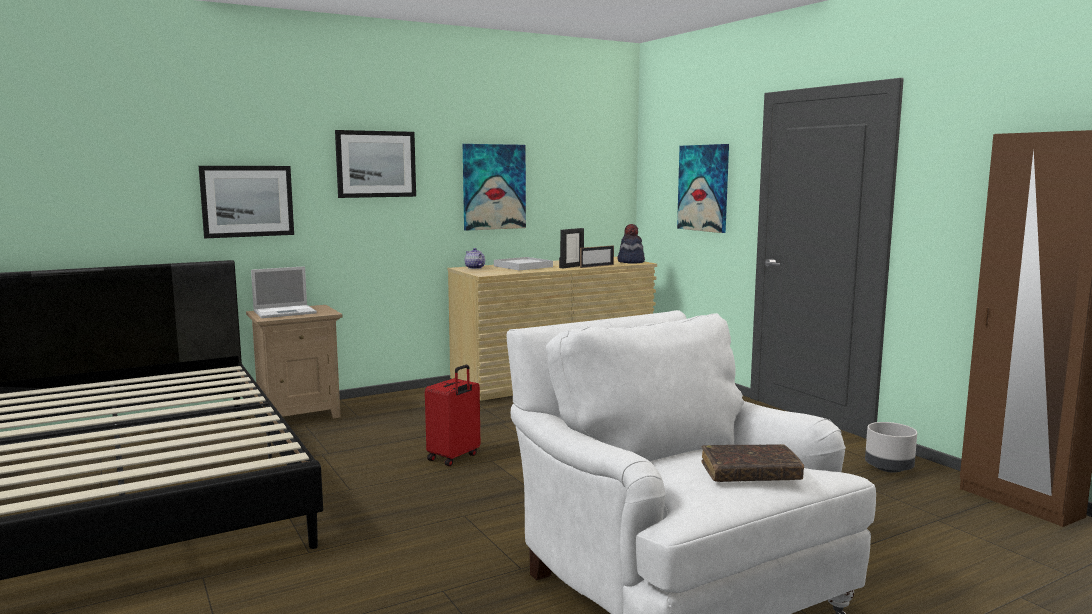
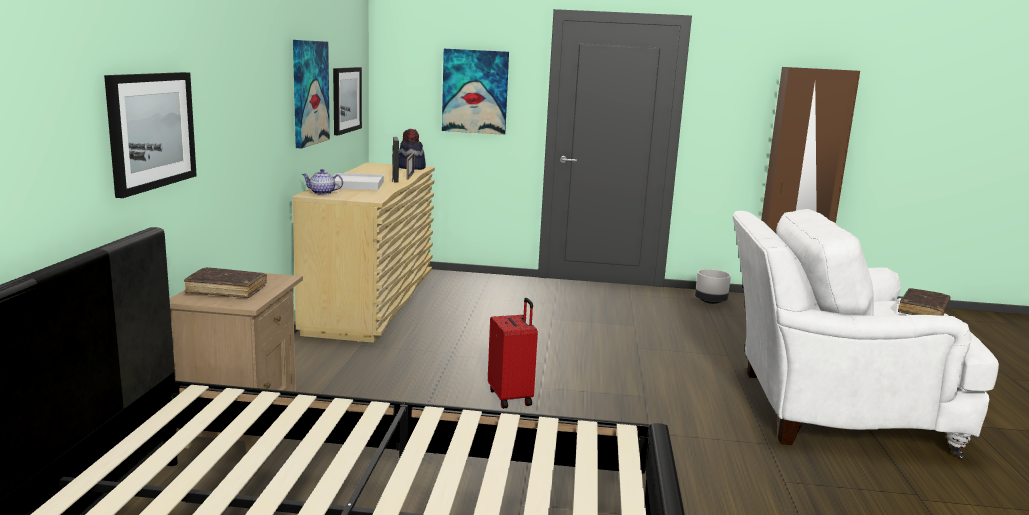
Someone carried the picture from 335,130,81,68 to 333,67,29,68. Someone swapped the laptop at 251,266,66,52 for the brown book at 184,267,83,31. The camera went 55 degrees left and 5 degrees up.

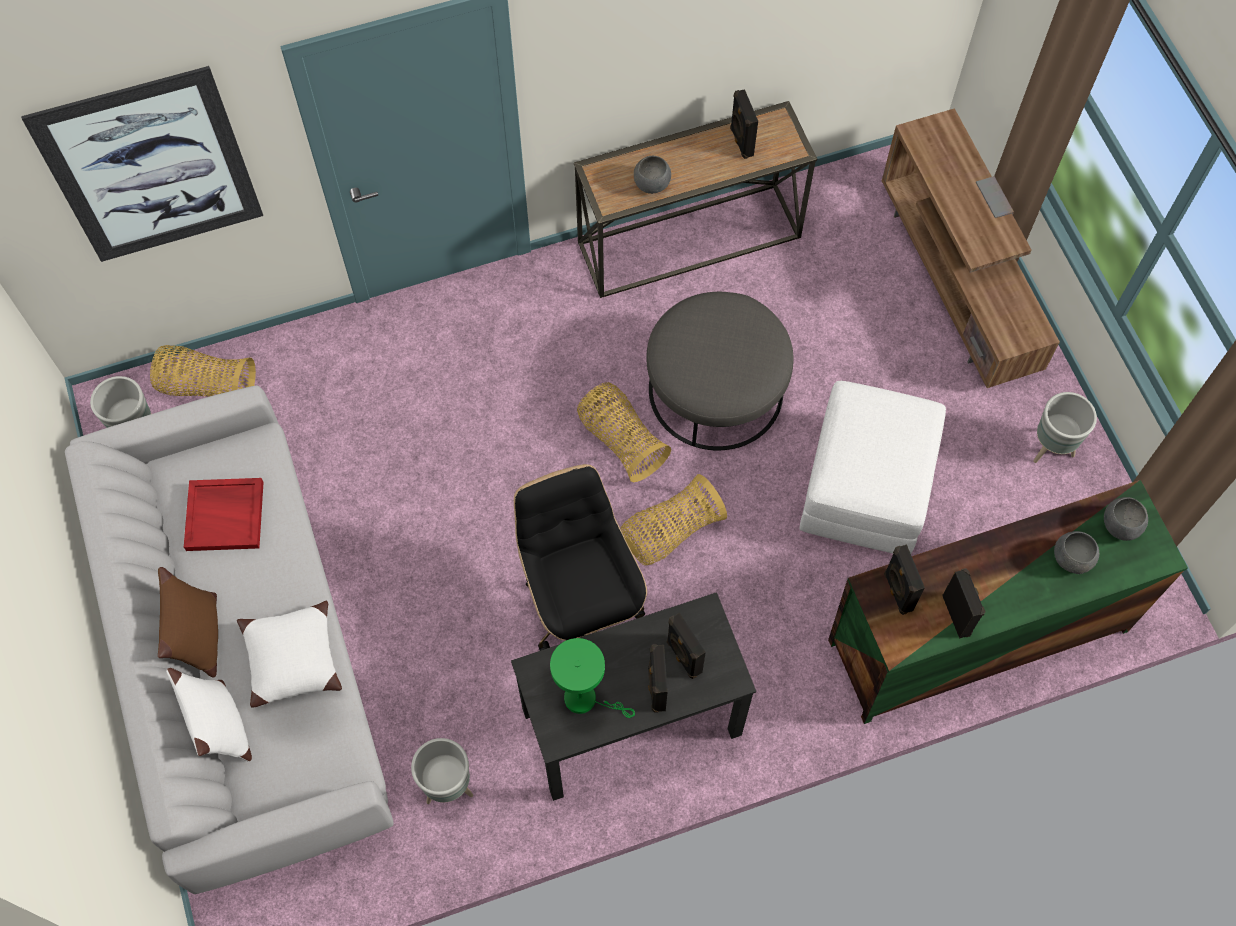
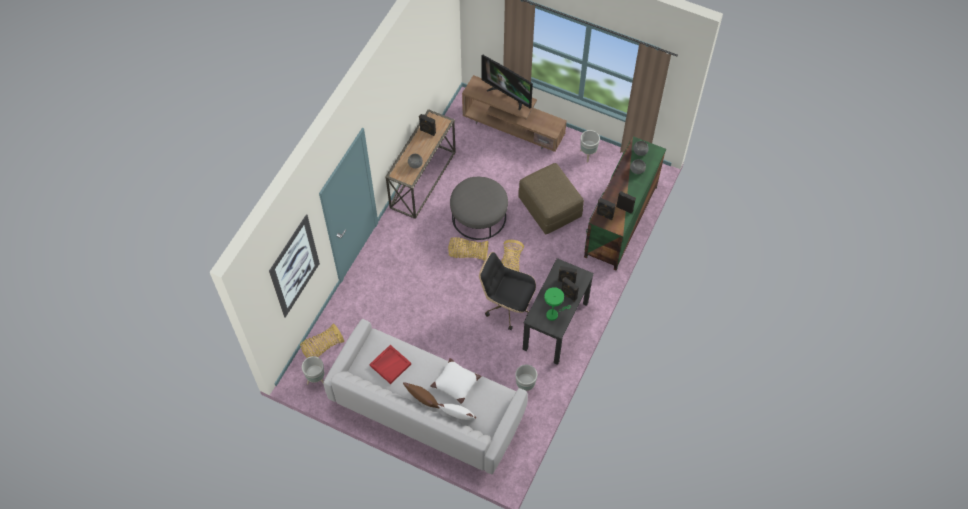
Someone repainted the white ottoman at 800,381,146,173, which became the brown ottoman at 518,163,66,72. Someone put down the television at 481,54,52,56. The camera went 45 degrees left and 5 degrees down.

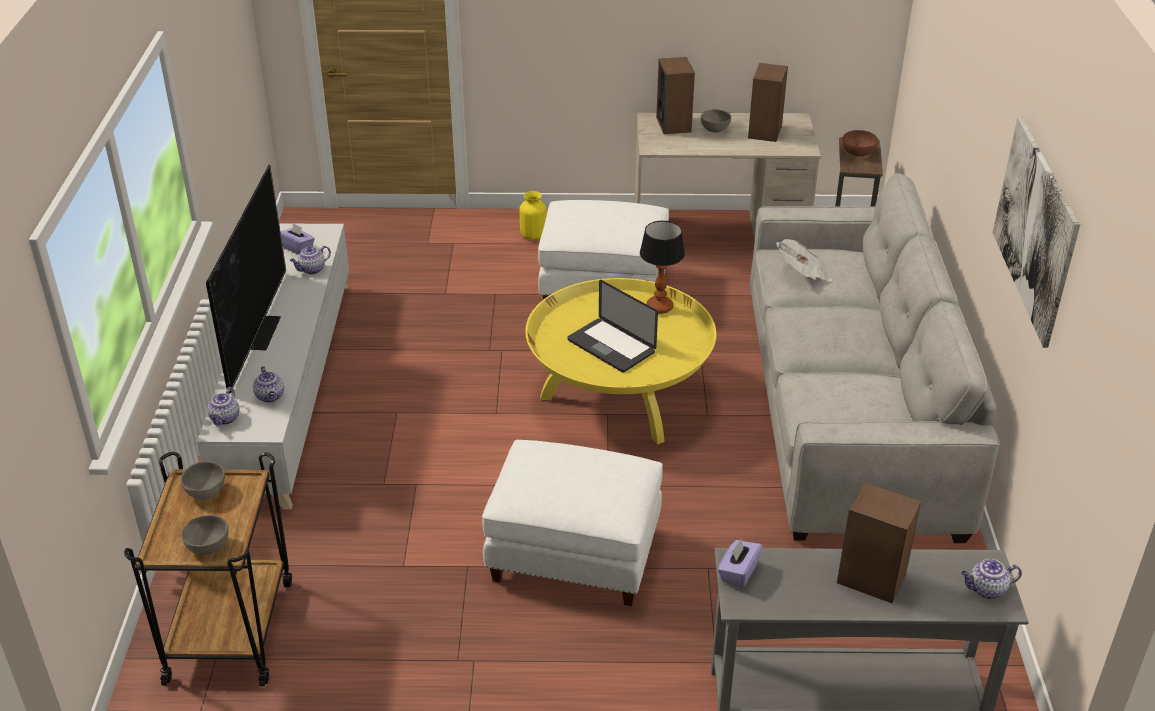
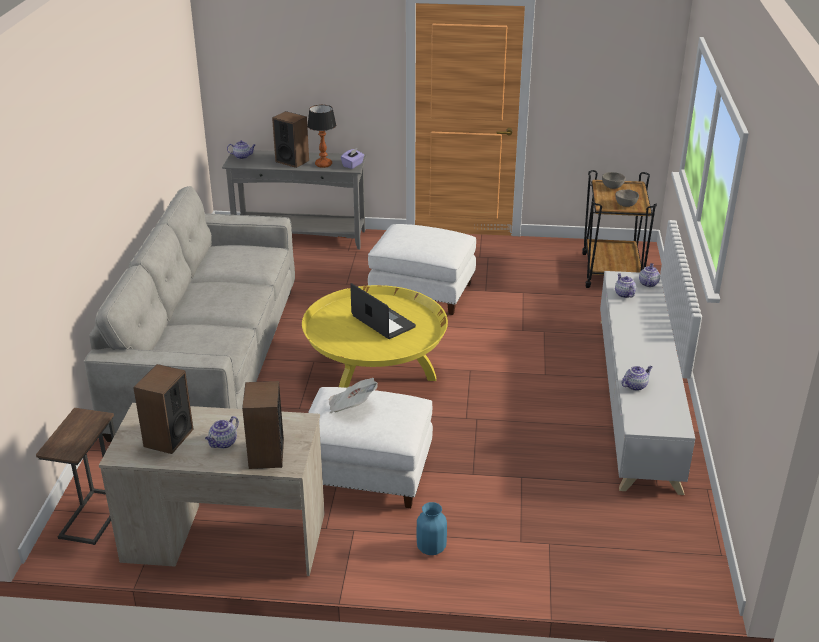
Someone swapped the grey bowl at 701,109,30,23 for the teapot at 205,416,34,33. Someone took away the picture at 992,117,88,231. Someone took away the brown bowl at 842,130,36,26. Someone took away the television at 206,165,80,228. Someone repainted the yellow vase at 520,191,27,49, which became the blue vase at 417,502,30,53. Someone carried the table lamp from 640,221,45,93 to 307,105,29,63. Someone took away the purple tissue box at 280,223,35,32. Someone carried the newspaper from 776,239,56,42 to 329,378,49,35. The camera went 175 degrees left and 5 degrees down.

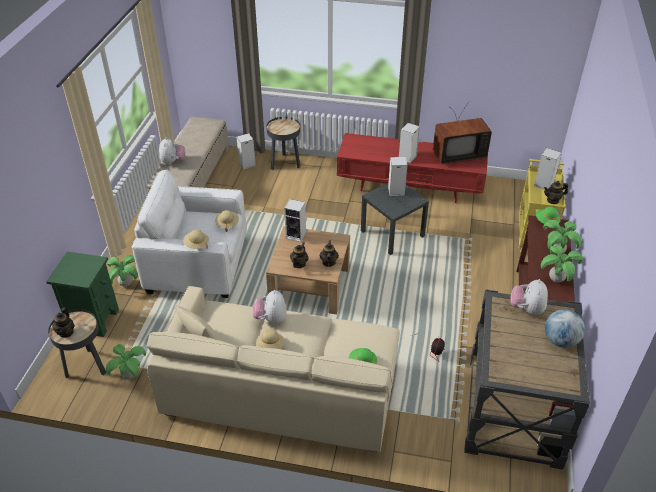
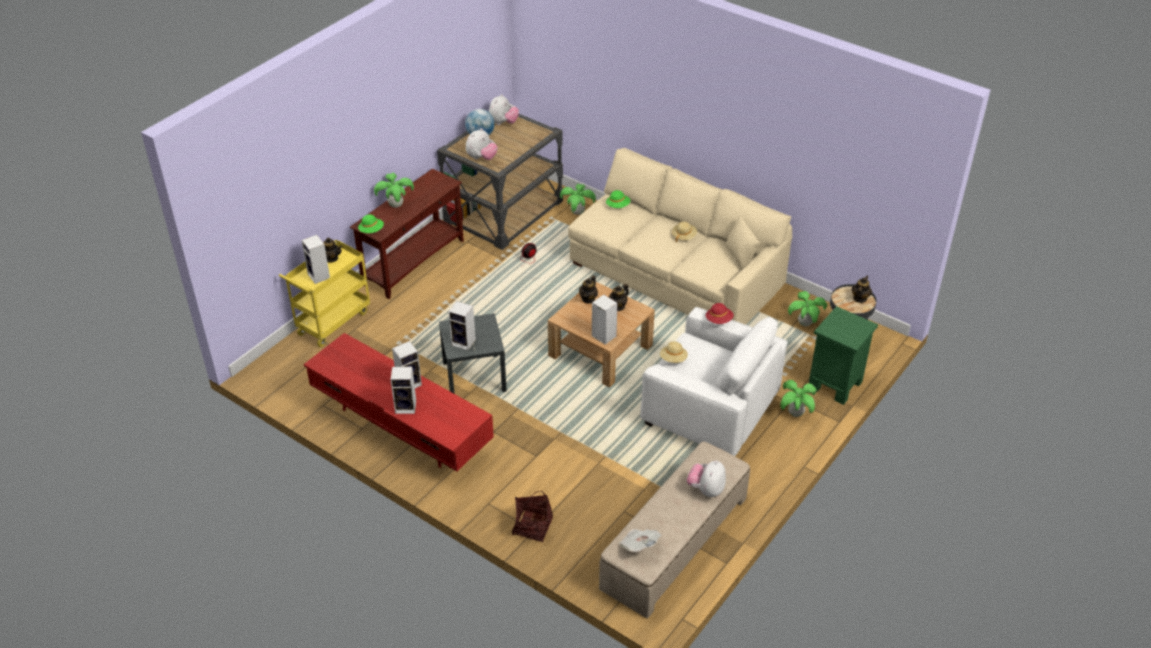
Someone took away the television at 433,102,59,62. Someone swapped the black side table at 266,117,34,53 for the basket at 512,491,41,52. Someone carried the speaker from 236,133,20,37 to 391,367,25,47. Someone repainted the beige hat at 183,230,26,19, which became the red hat at 706,303,28,21. Someone carried the potted plant from 541,245,42,38 to 560,184,36,31. Someone carried the plush toy from 253,290,34,34 to 489,94,30,31. Someone put down the newspaper at 619,529,42,23. The camera went 155 degrees left and 0 degrees up.

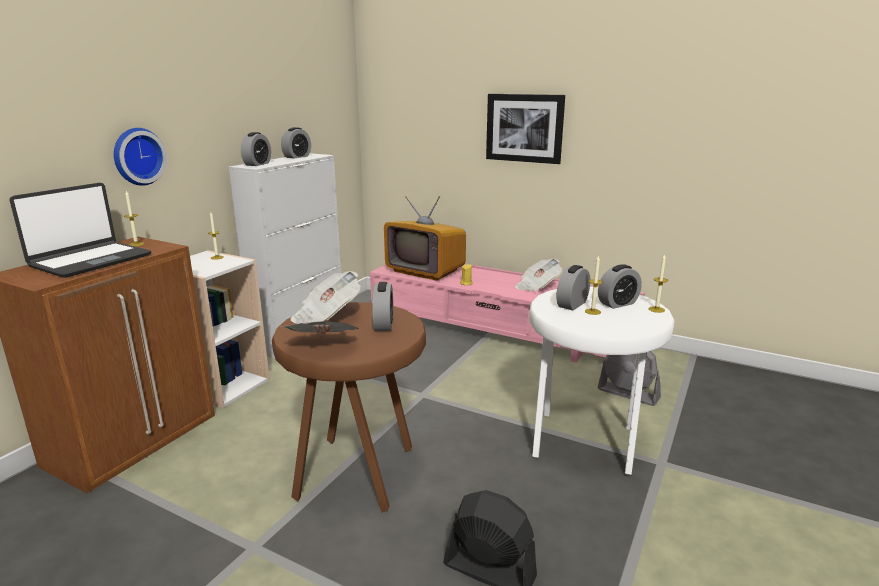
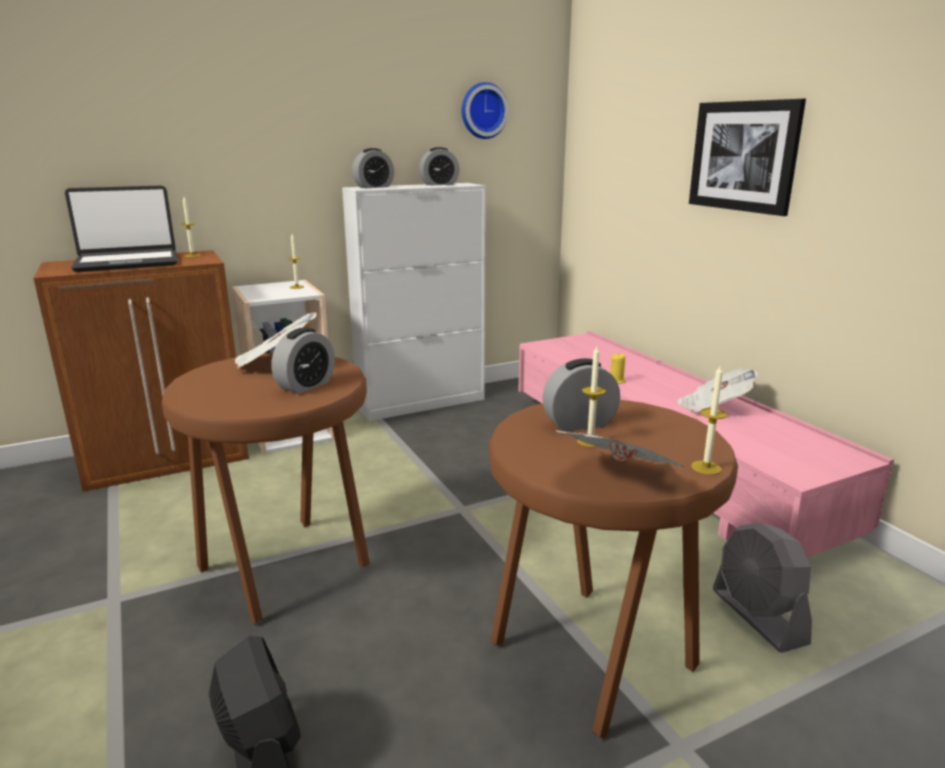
Someone carried the wall clock from 114,128,53,58 to 462,82,47,57. Someone took away the television at 384,196,82,85. Someone took away the alarm clock at 598,264,44,45. Someone repainted the white stool at 529,287,146,188, which became the brown stool at 489,400,249,338. Someone carried the newspaper from 281,322,78,13 to 555,430,129,37. The camera went 35 degrees right and 0 degrees up.

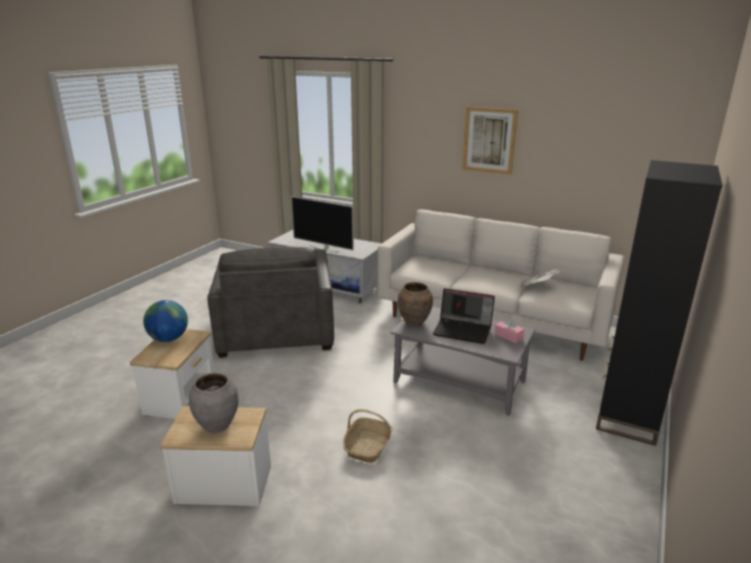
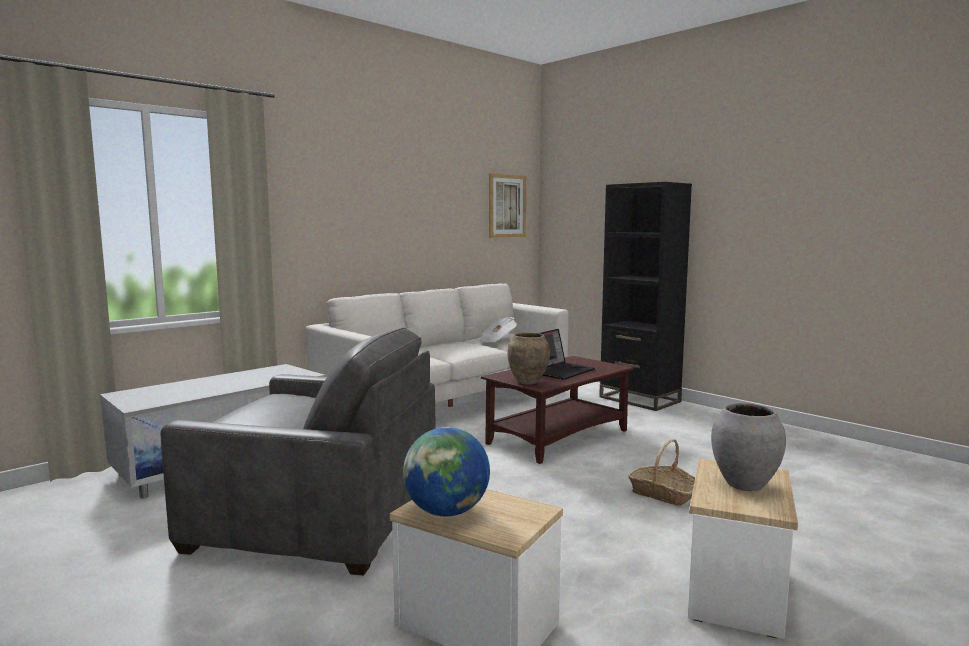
Someone carried the picture from 462,107,56,67 to 489,173,37,65. Someone took away the television at 291,196,63,57. Someone repainted the grey coffee table at 390,307,145,108, which became the brown coffee table at 481,356,153,108. Someone took away the pink tissue box at 495,317,29,26. The camera went 70 degrees left and 15 degrees down.

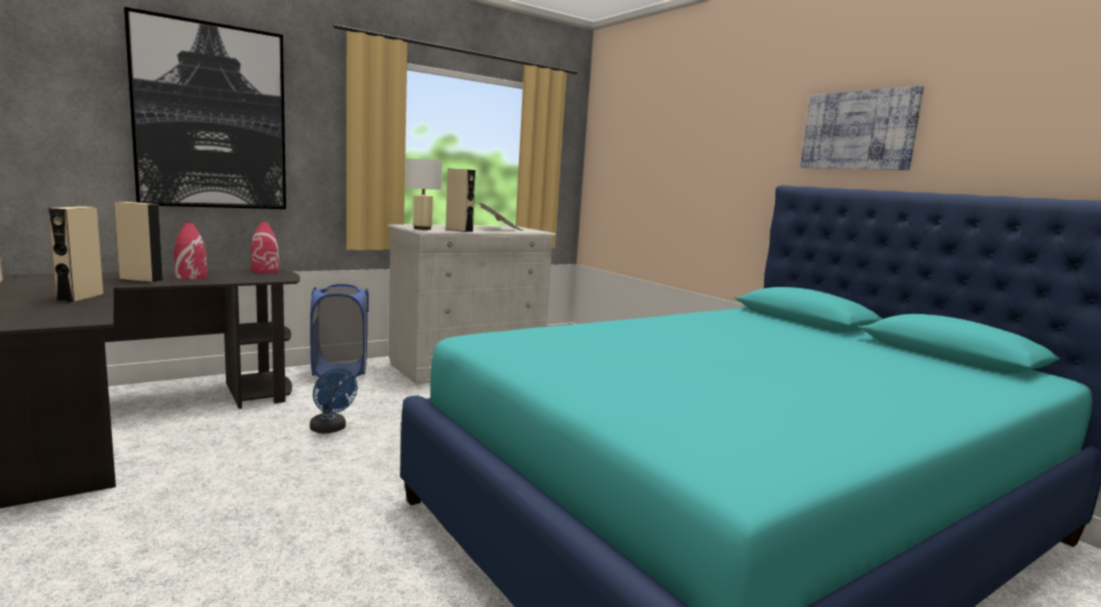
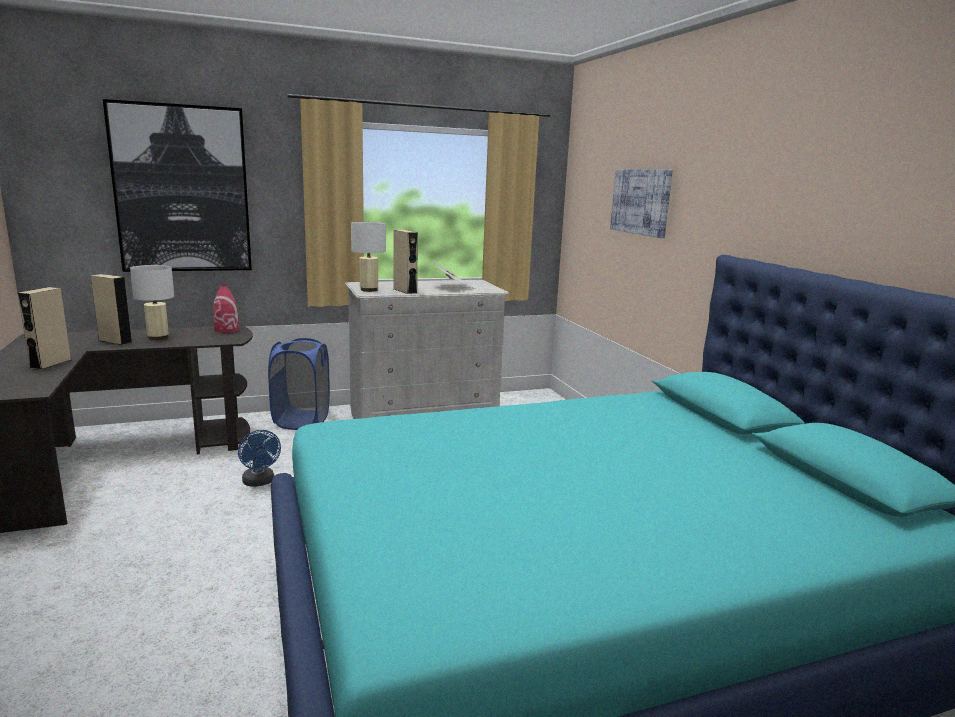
Someone carried the picture from 800,86,124,84 to 610,169,63,69. Someone swapped the red vase at 174,222,34,58 for the white table lamp at 130,265,44,75. The camera went 15 degrees right and 5 degrees up.

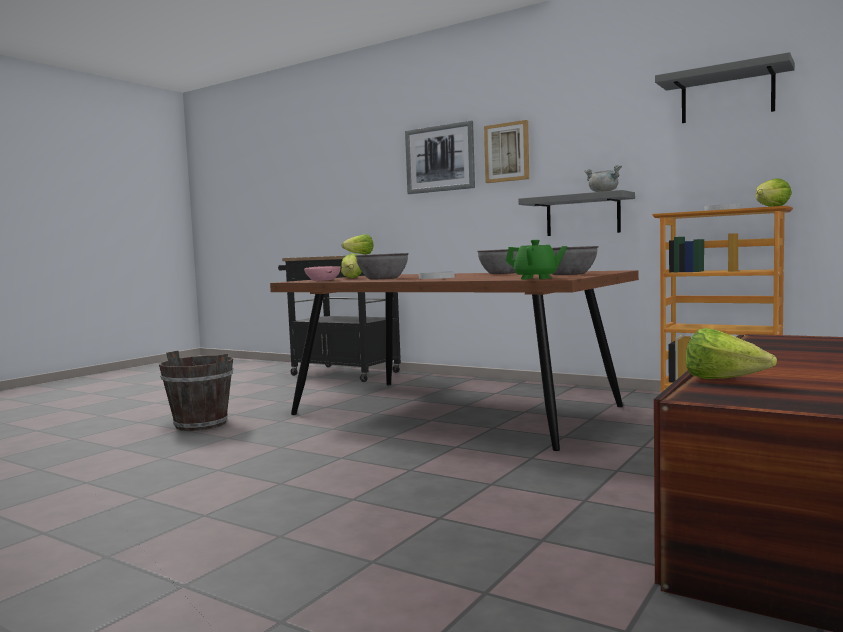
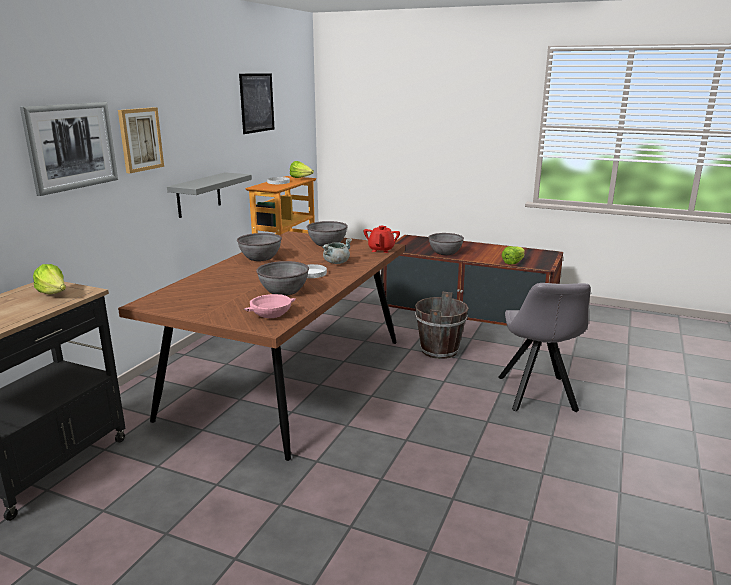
Someone swapped the grey shelf at 655,52,140,71 for the picture at 239,73,35,61. Someone carried the grey cooking pot from 585,165,37,27 to 322,238,30,26. Someone repainted the green teapot at 506,240,61,40, which became the red teapot at 364,226,36,27. Someone took away the lettuce at 341,253,21,25. Someone carried the brown bucket from 159,351,74,80 to 415,291,54,68. Someone put down the grey bowl at 428,233,36,22. Someone put down the grey chair at 498,283,93,129. The camera went 100 degrees left and 15 degrees up.

